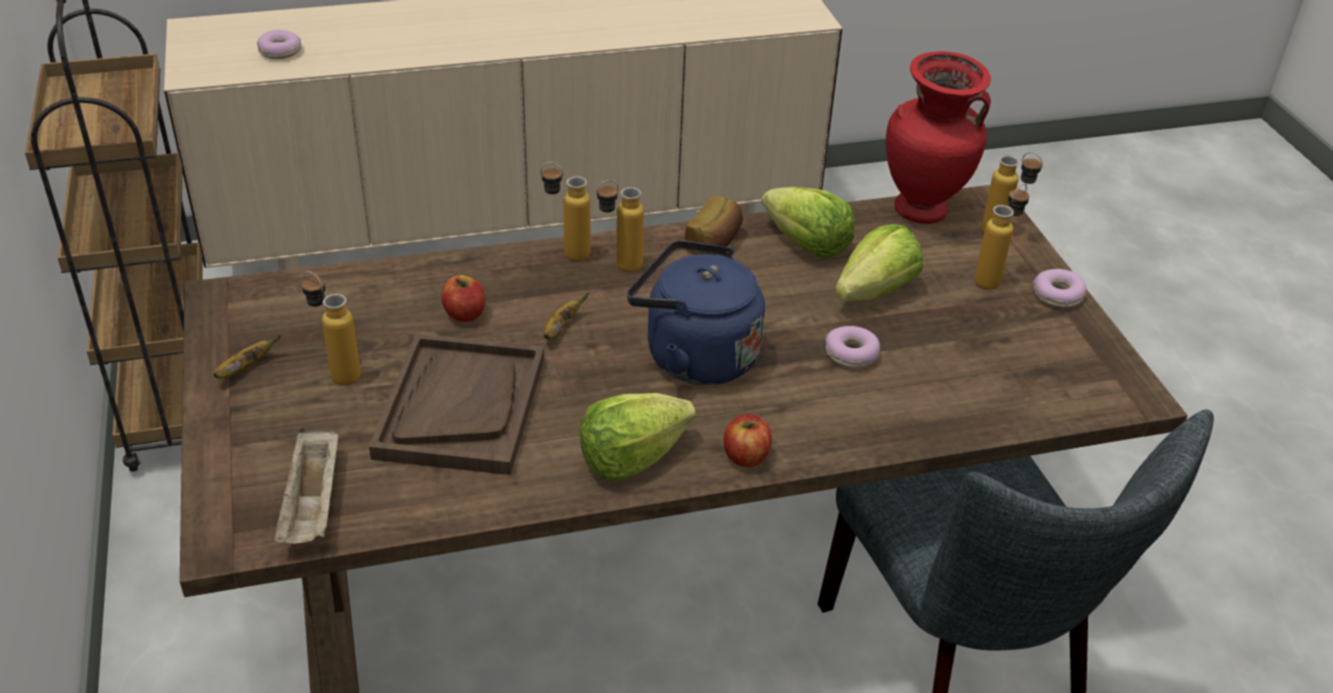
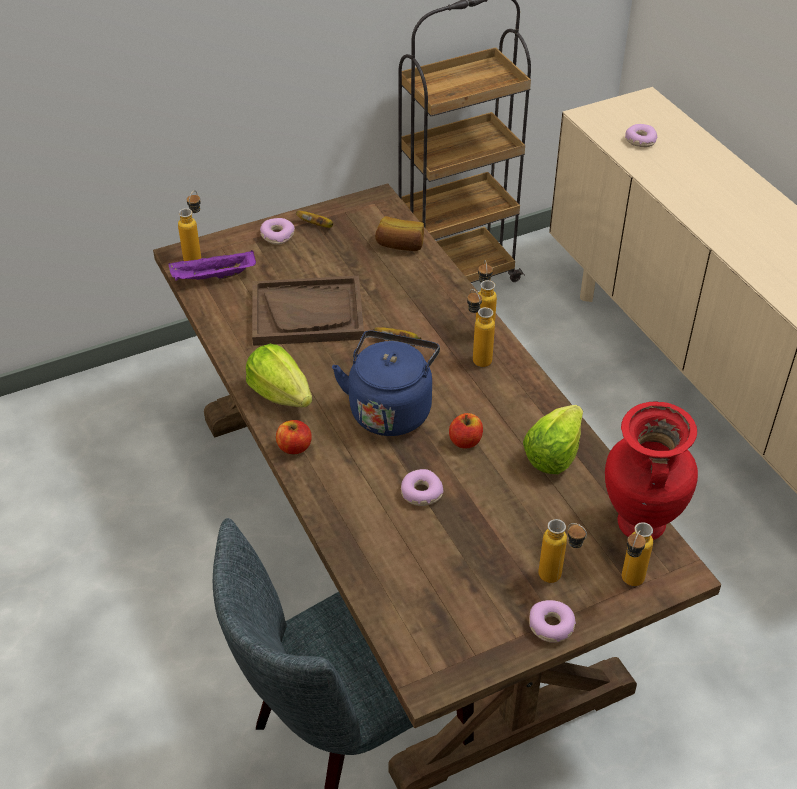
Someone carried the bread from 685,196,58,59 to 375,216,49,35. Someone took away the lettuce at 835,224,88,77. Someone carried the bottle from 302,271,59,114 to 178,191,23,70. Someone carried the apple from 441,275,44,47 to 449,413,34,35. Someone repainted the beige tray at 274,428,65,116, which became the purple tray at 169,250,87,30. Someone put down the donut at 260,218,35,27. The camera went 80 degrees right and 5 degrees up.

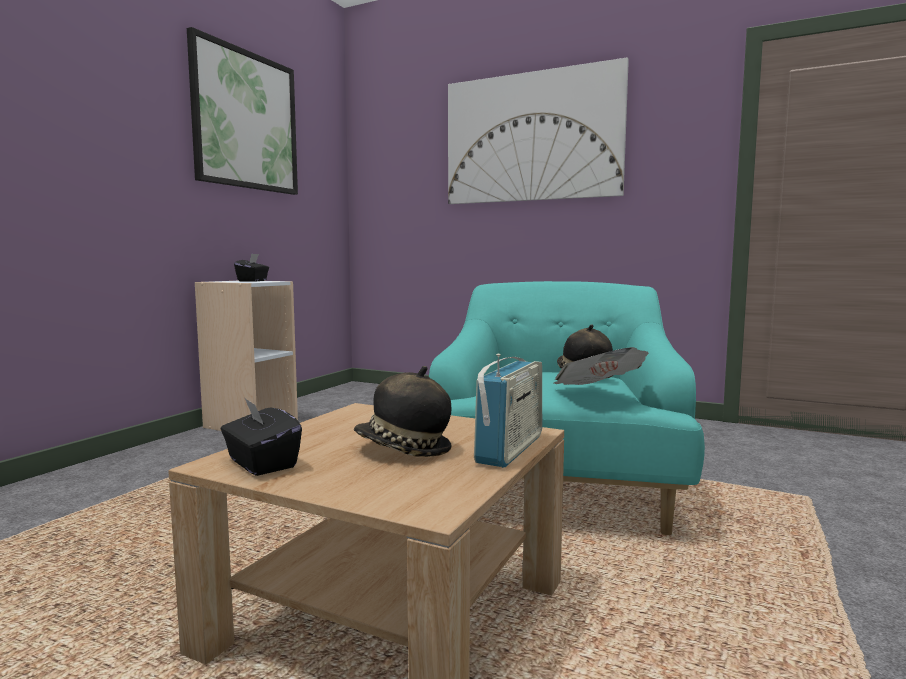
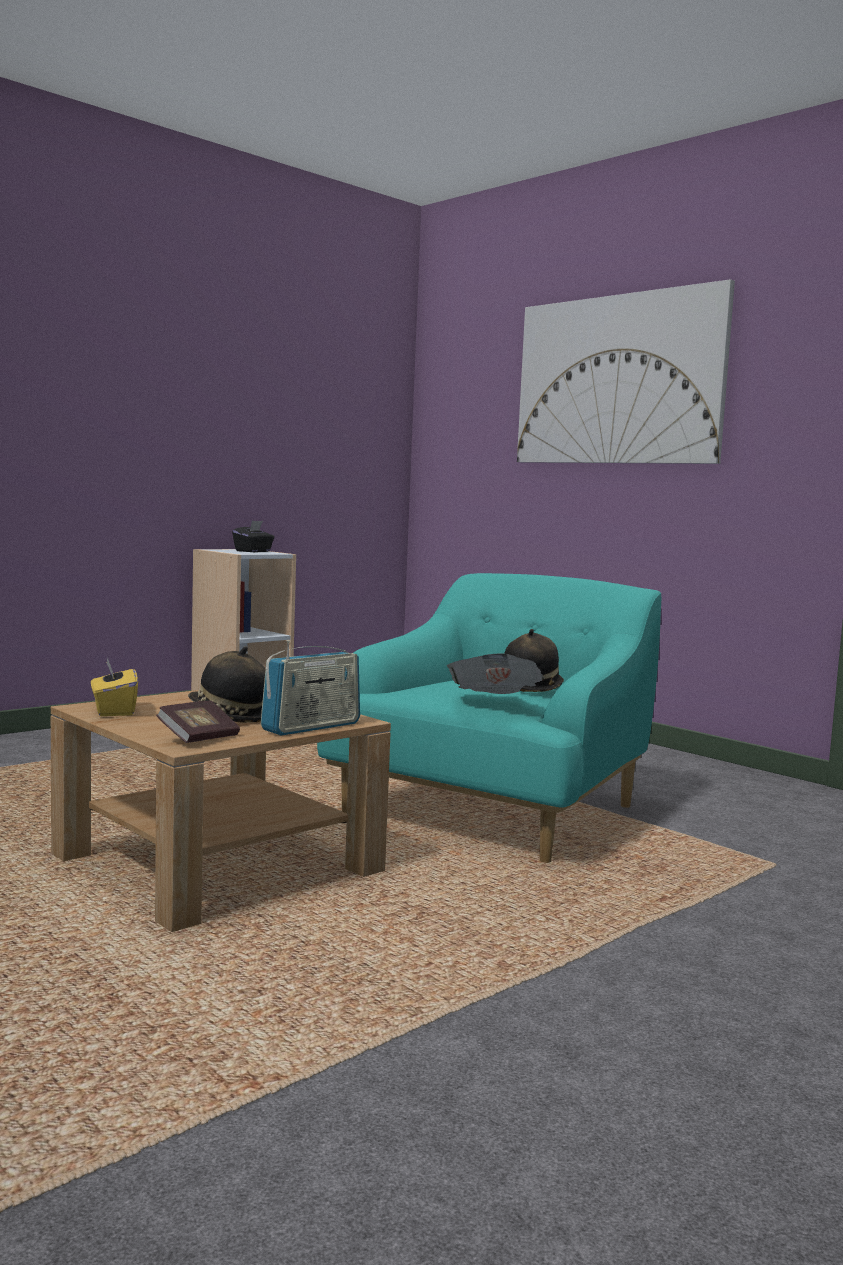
Someone took away the picture at 187,27,111,168. Someone repainted the black tissue box at 221,397,81,79, which became the yellow tissue box at 91,657,47,59. Someone put down the book at 156,701,84,42. The camera went 20 degrees right and 0 degrees up.

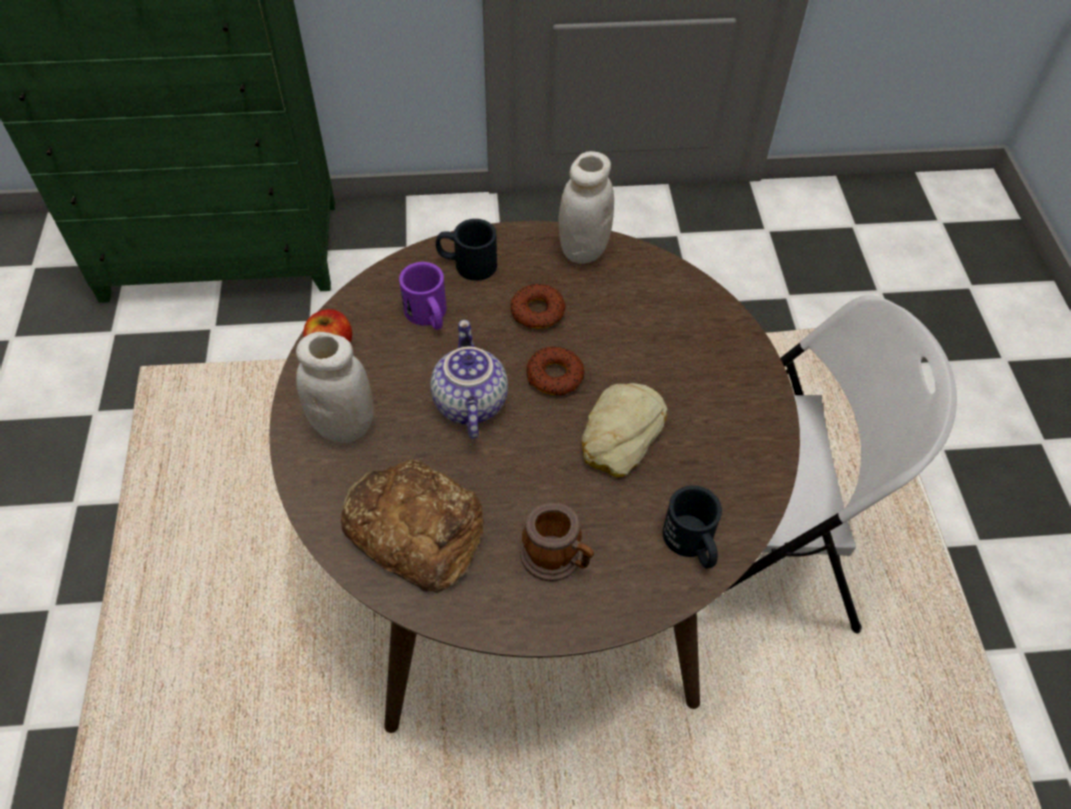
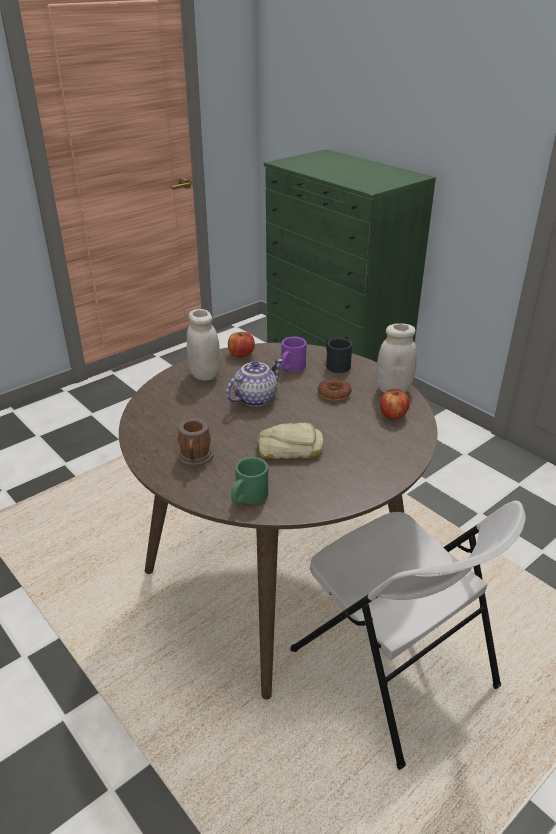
Someone took away the donut at 526,346,59,49. Someone took away the bread at 341,459,143,134. Someone repainted the black mug at 663,485,59,84, which became the green mug at 231,457,37,48. Someone put down the apple at 380,389,29,31. The camera went 55 degrees right and 20 degrees down.

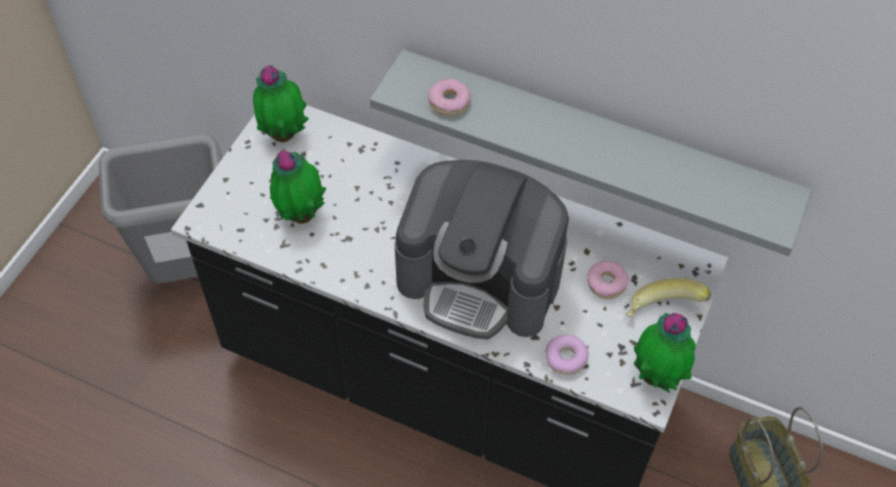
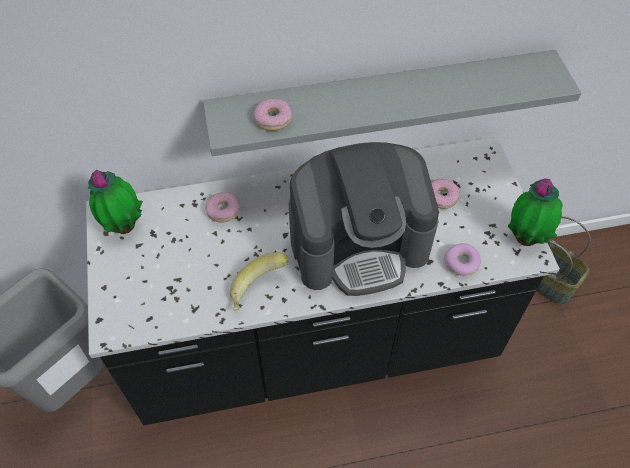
Someone took away the potted plant at 270,150,56,74. Someone carried the banana from 626,278,85,39 to 230,252,59,59. Someone put down the donut at 205,192,34,31. The camera went 35 degrees left and 0 degrees up.

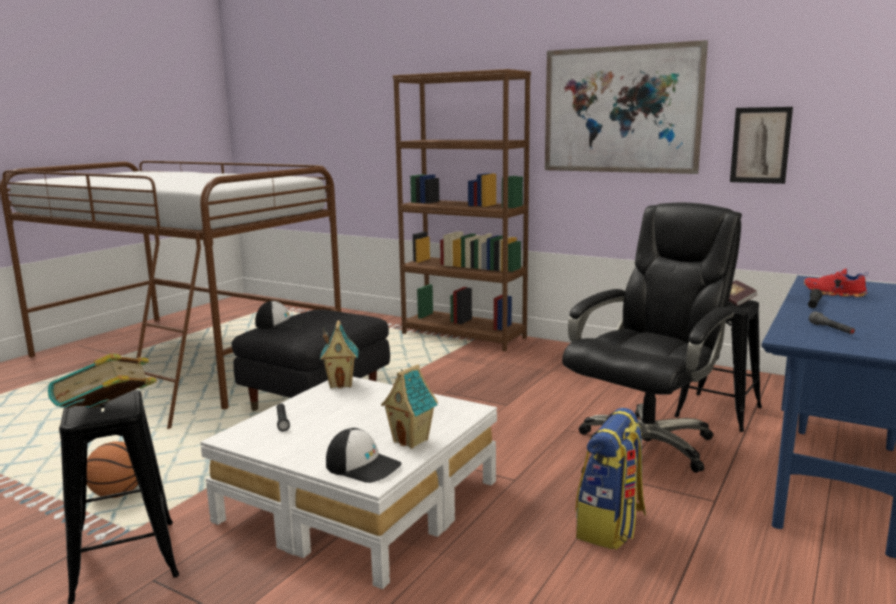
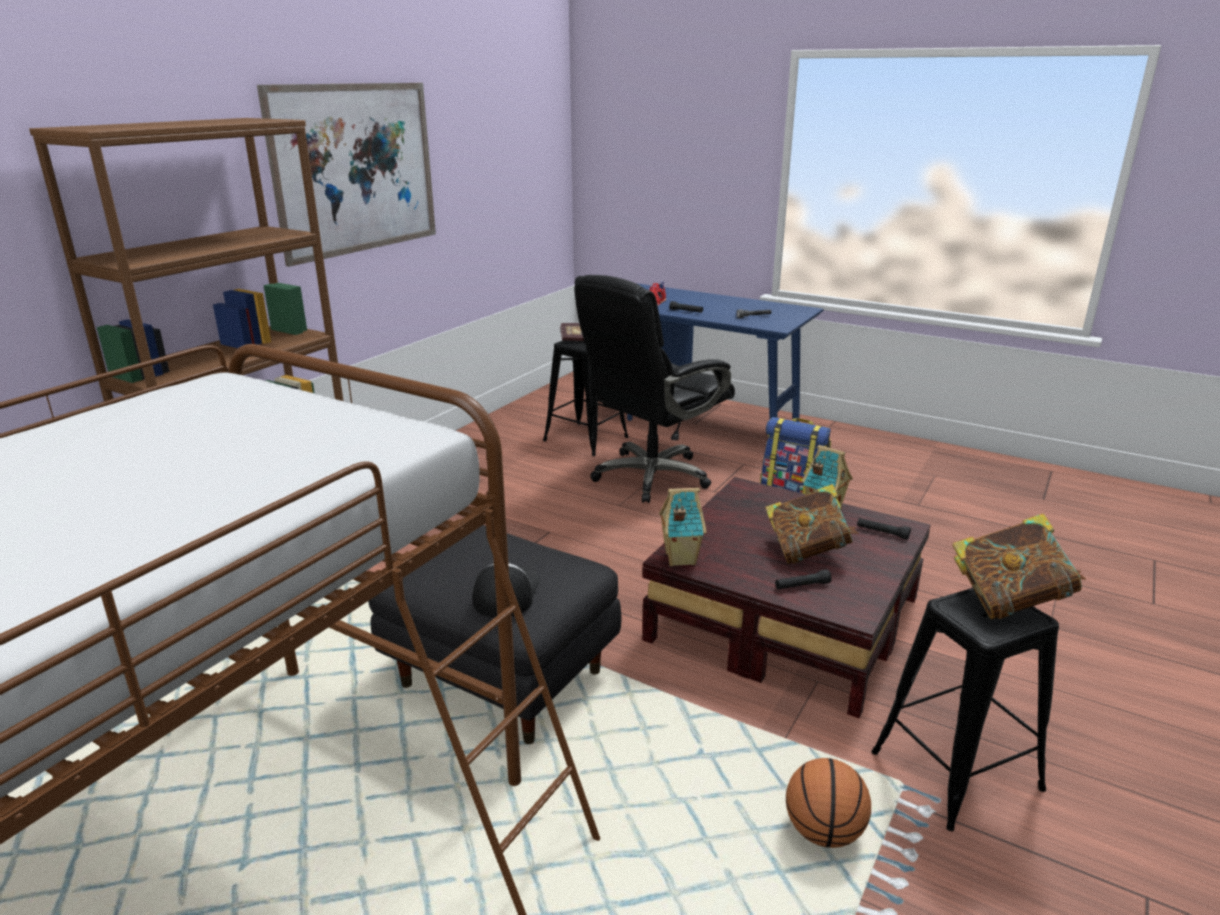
Someone took away the picture at 730,107,63,77. Someone rotated the black office chair at 562,203,180,270 by 90 degrees counterclockwise. Someone repainted the white coffee table at 200,377,297,212, which became the brown coffee table at 642,477,289,241. Someone swapped the cap at 326,428,76,55 for the black flashlight at 857,518,54,22. Someone put down the book at 765,484,93,80. The camera went 90 degrees left and 10 degrees up.

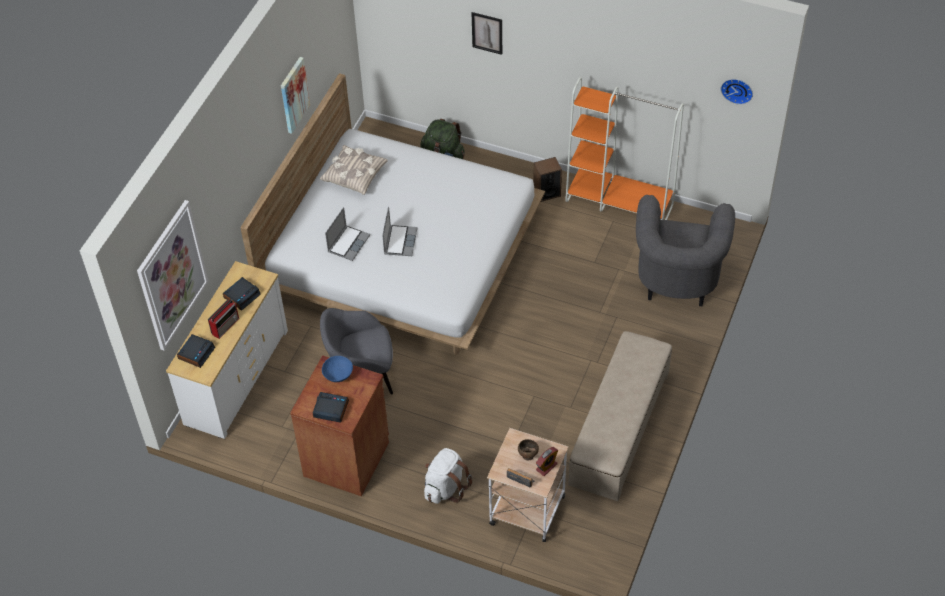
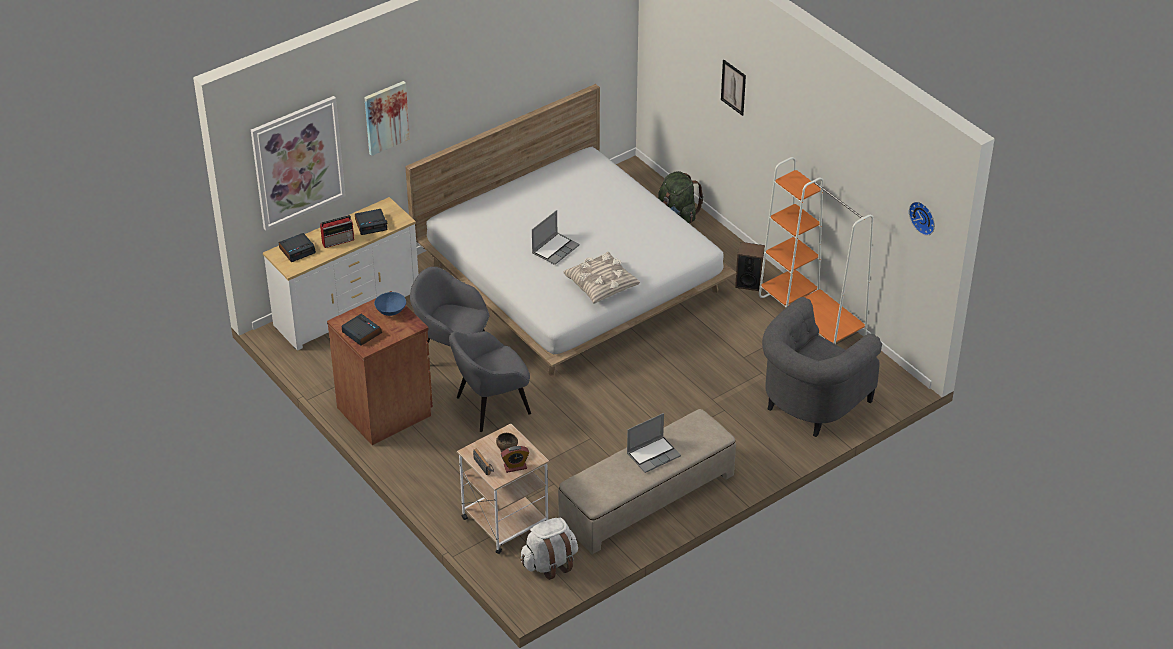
Someone carried the picture from 281,57,29,77 to 364,81,46,75. Someone carried the beige pillow from 320,145,68,50 to 563,252,77,52. Someone carried the laptop from 325,207,45,54 to 627,413,54,60. Someone carried the white backpack from 424,448,48,56 to 521,518,57,62. Someone put down the grey armchair at 449,331,82,101. The camera went 30 degrees right and 10 degrees down.

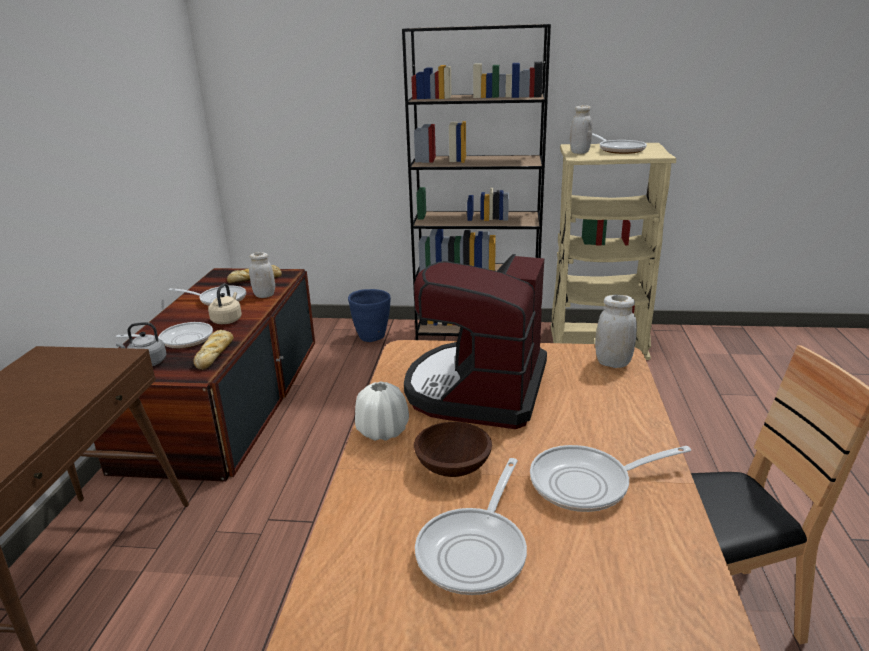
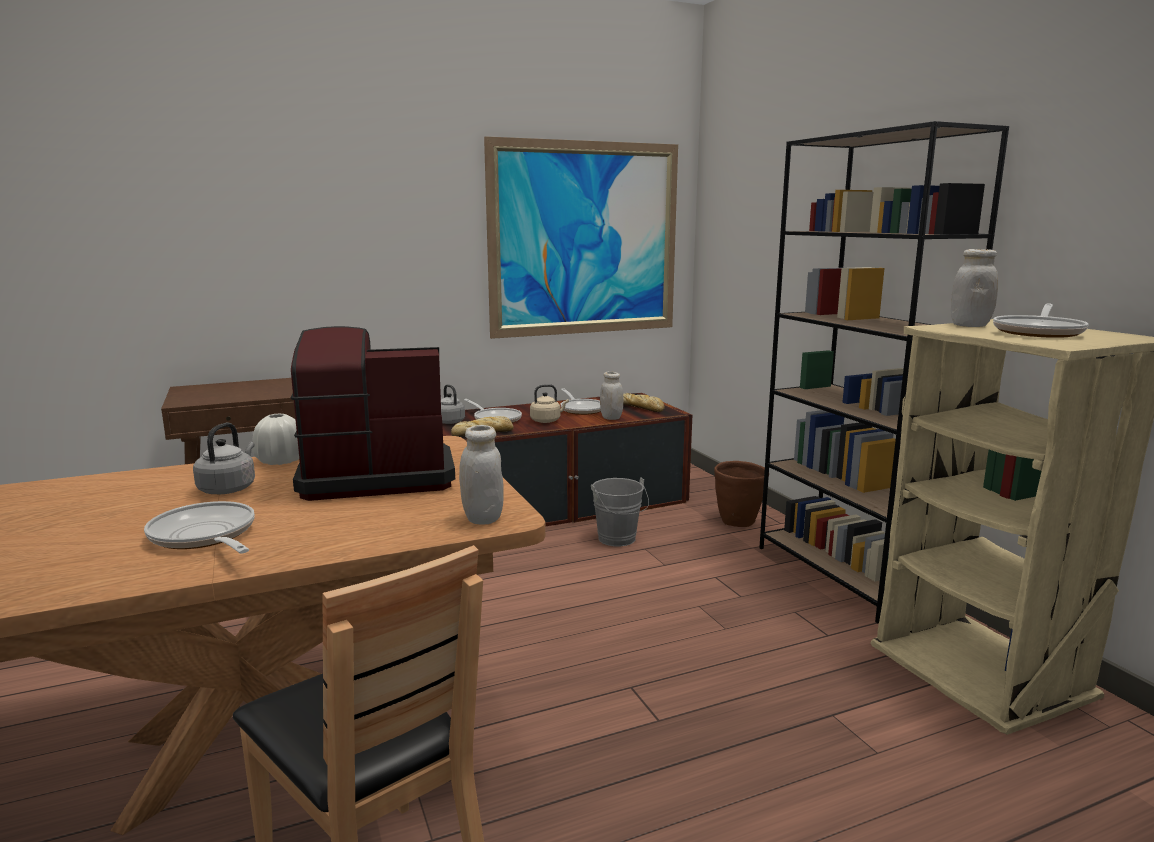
Someone repainted the blue planter at 348,289,43,53, which became the brown planter at 714,461,55,66. Someone swapped the brown bowl at 414,422,78,55 for the grey kettle at 193,422,62,72. Someone took away the frying pan at 415,458,112,137. Someone put up the picture at 484,136,194,203. Someone put down the grey bucket at 591,477,58,70. The camera went 60 degrees right and 10 degrees down.

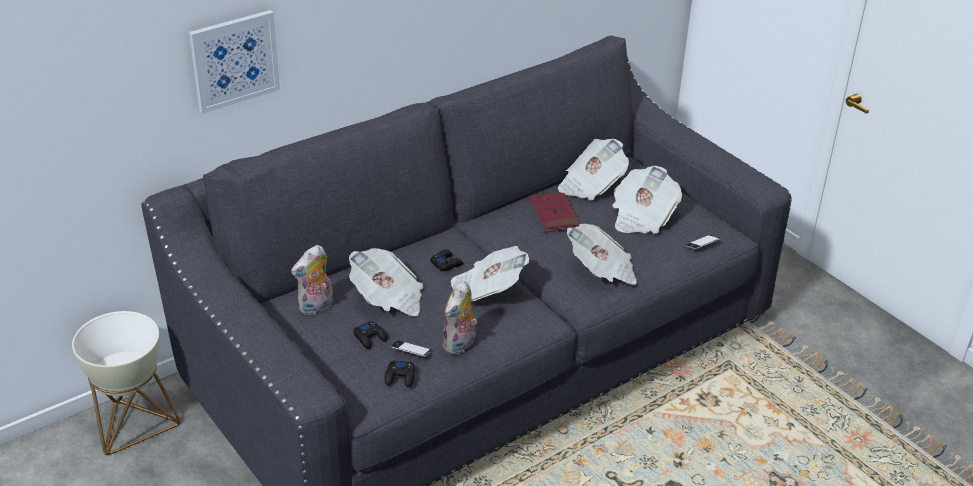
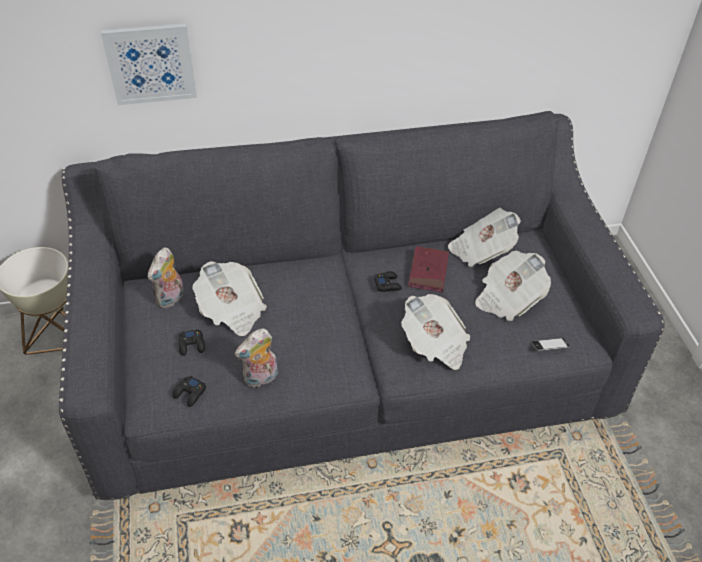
Someone rotated the plush toy at 291,245,42,70 by 45 degrees counterclockwise. Someone took away the newspaper at 450,246,79,55. Someone carried the black game controller from 430,250,33,21 to 374,271,28,21. Someone took away the phone at 391,340,41,17. The camera went 25 degrees right and 10 degrees up.

